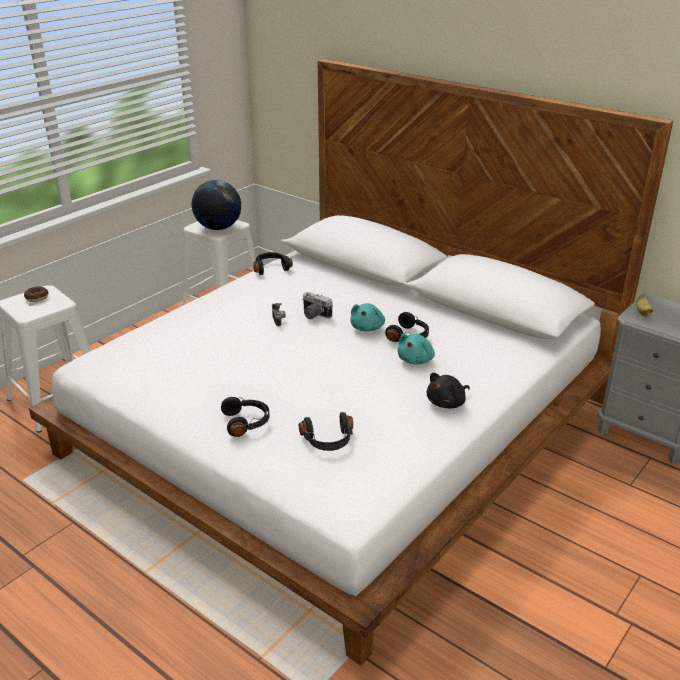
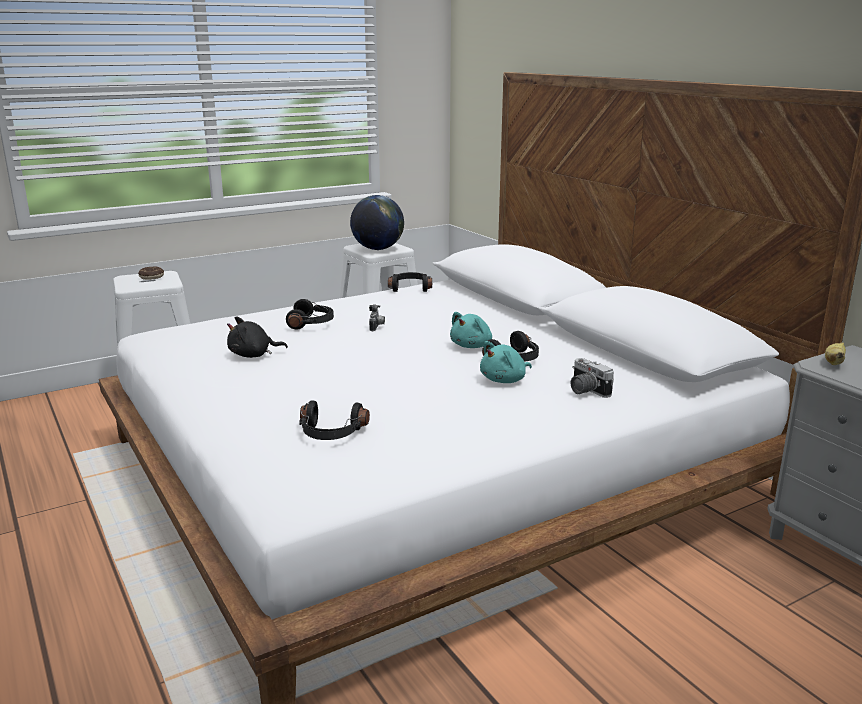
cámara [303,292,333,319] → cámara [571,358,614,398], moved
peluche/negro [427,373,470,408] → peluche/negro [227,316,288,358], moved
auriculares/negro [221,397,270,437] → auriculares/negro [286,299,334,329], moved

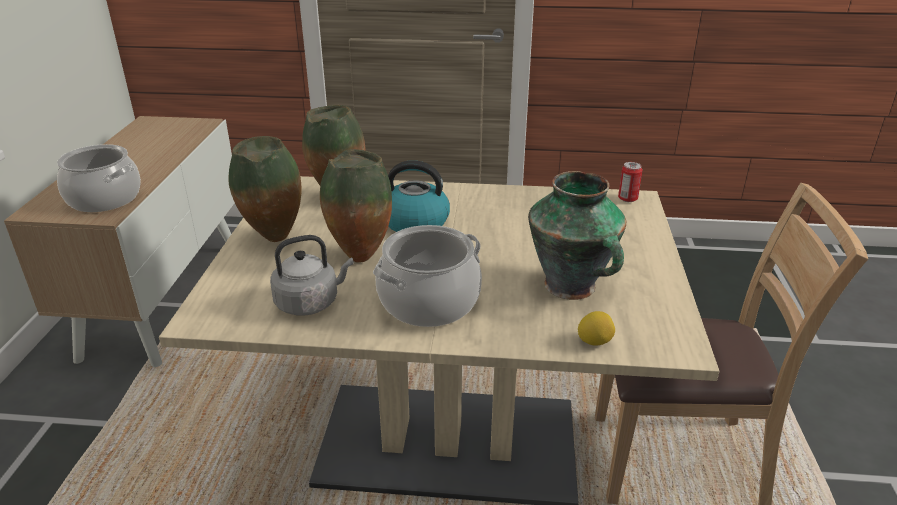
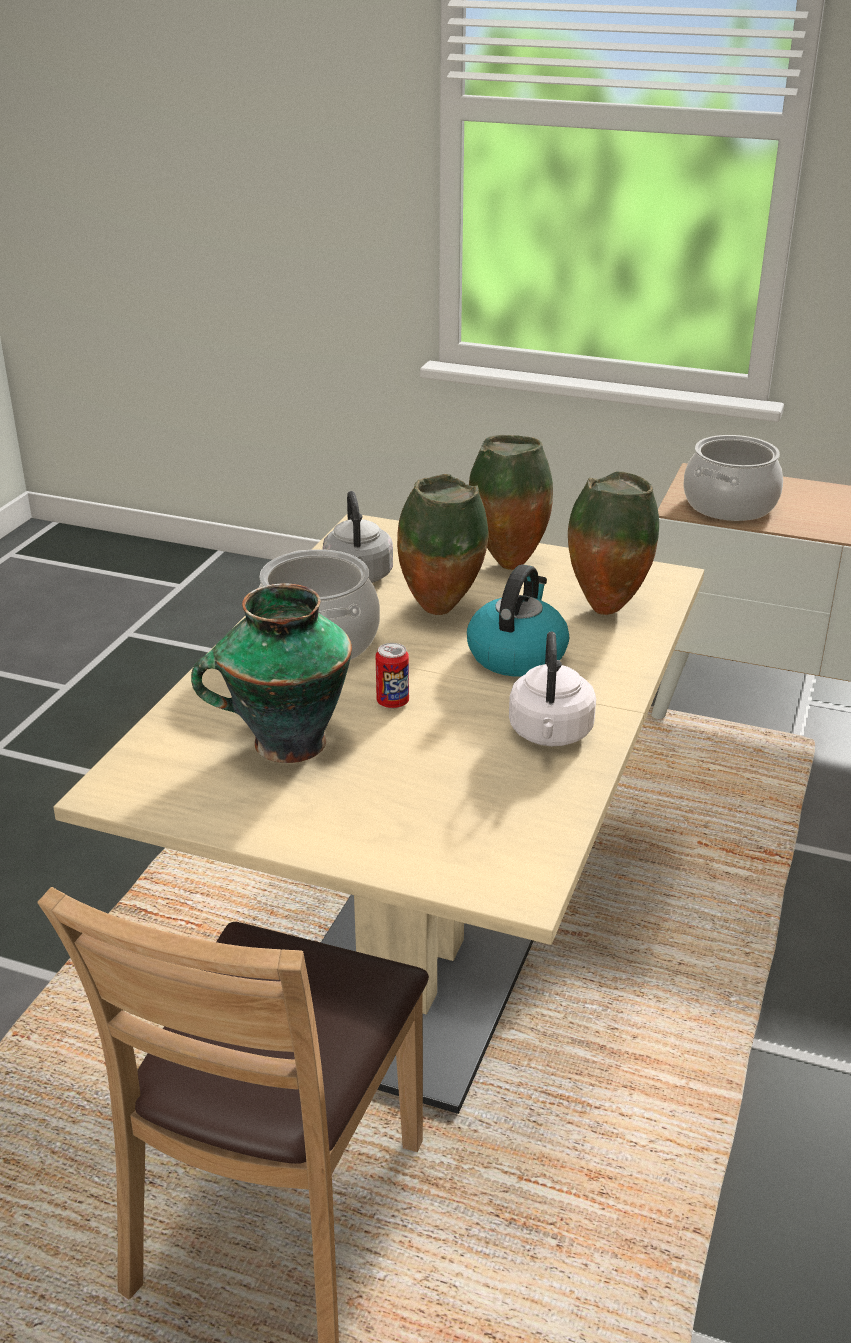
lata [618,162,643,202] → lata [376,643,409,708], moved
limón [578,311,615,345] → -
- → hervidor/blanco [509,631,596,746]

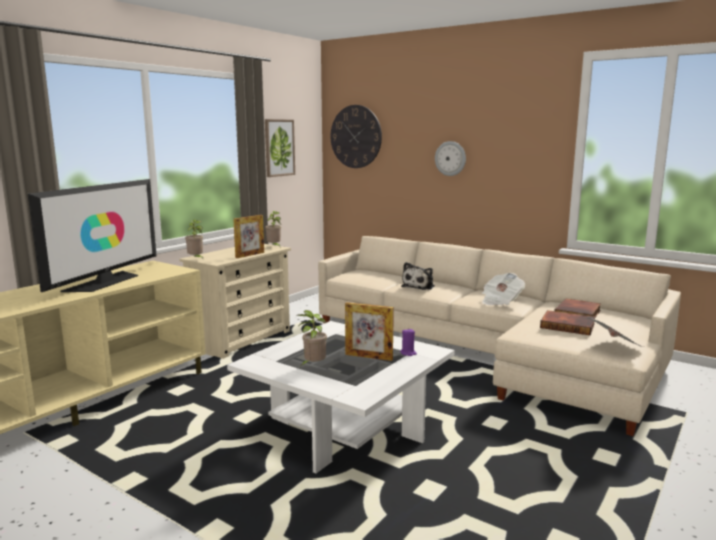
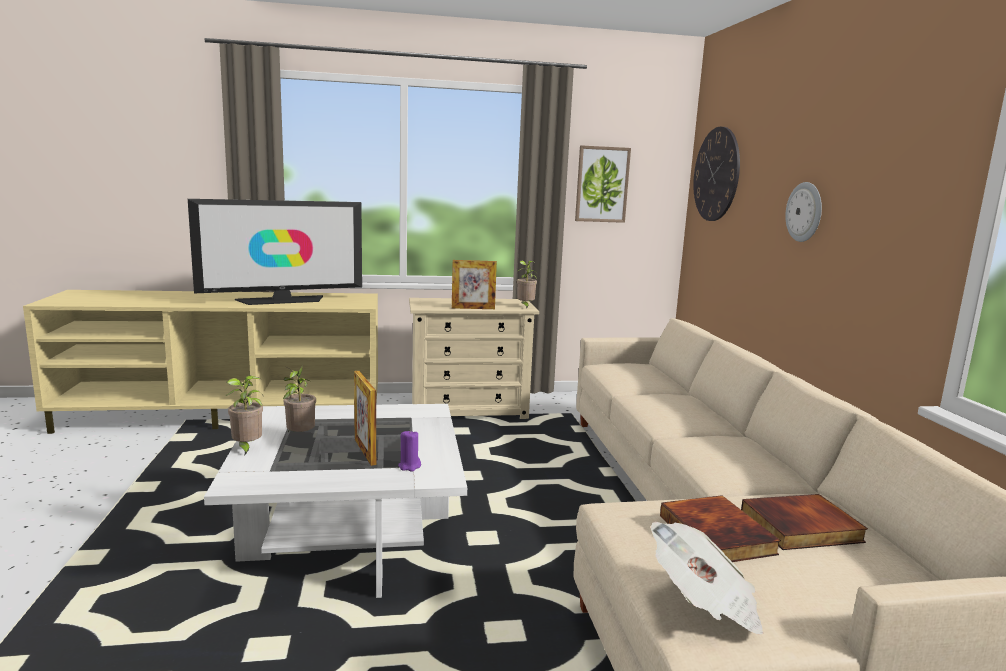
planta en maceta [185,220,204,260] → planta en maceta [226,375,263,456], moved
peluche [401,262,435,290] → -
periódico [482,273,525,305] → -

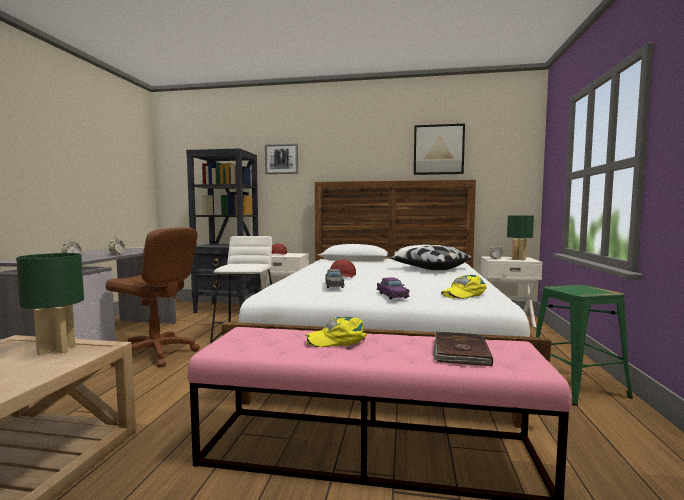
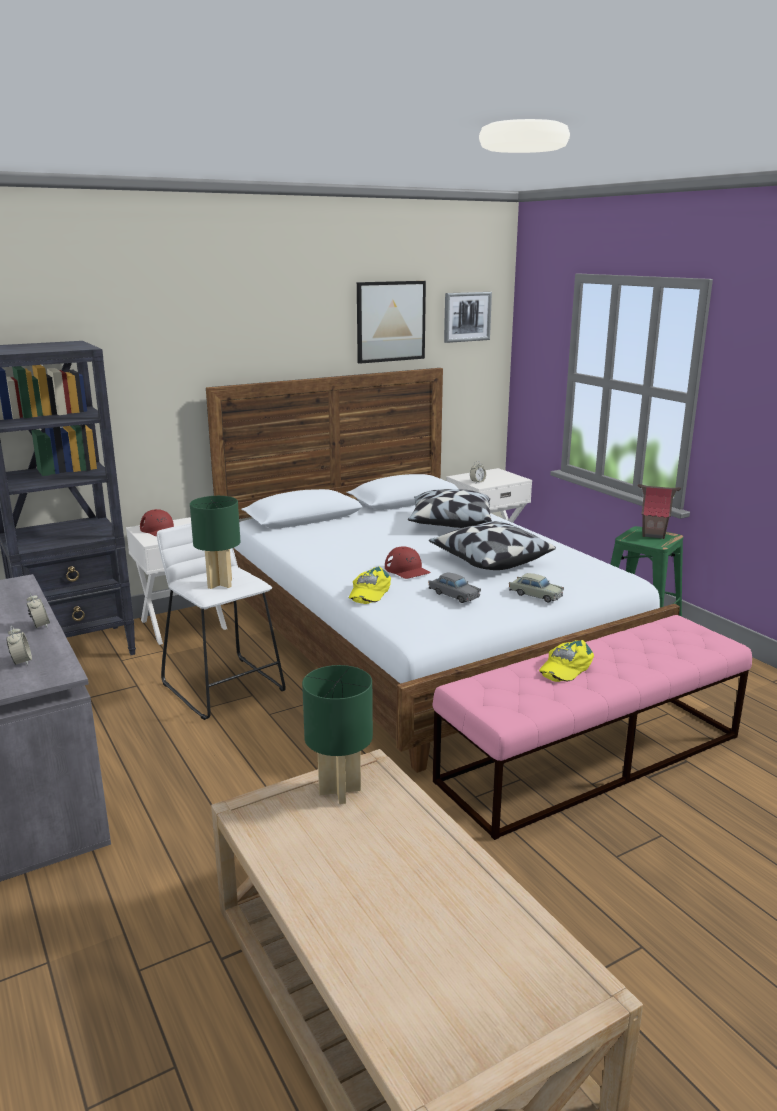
cuadro [265,143,298,174] → cuadro [444,292,492,343], moved
lámpara de mesa/verde [507,215,534,260] → lámpara de mesa/verde [190,496,241,589], moved
silla de oficina/marrón [106,227,200,367] → -
gorra/amarillo [441,275,487,299] → gorra/amarillo [349,567,391,604], moved
coche de juguete/morado [377,278,410,300] → coche de juguete/beis [509,573,564,602]
libro/marrón [433,332,493,366] → -
- → casita [638,484,681,539]
- → cojín [429,521,556,570]

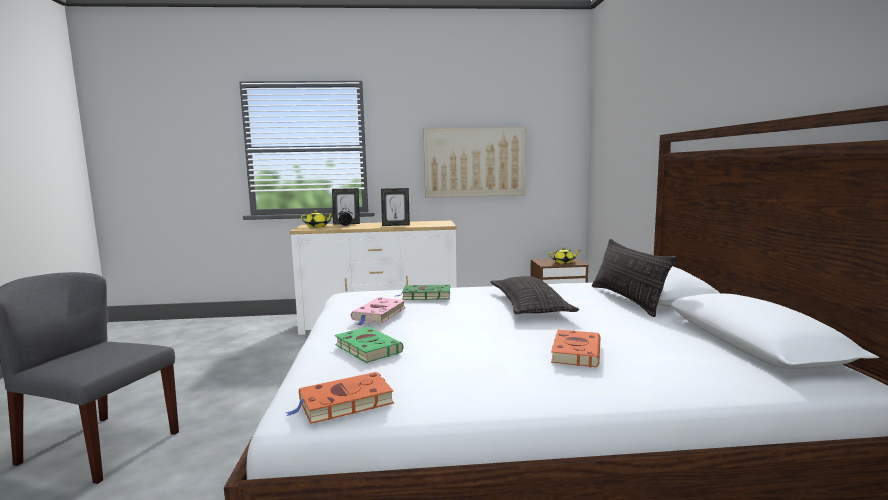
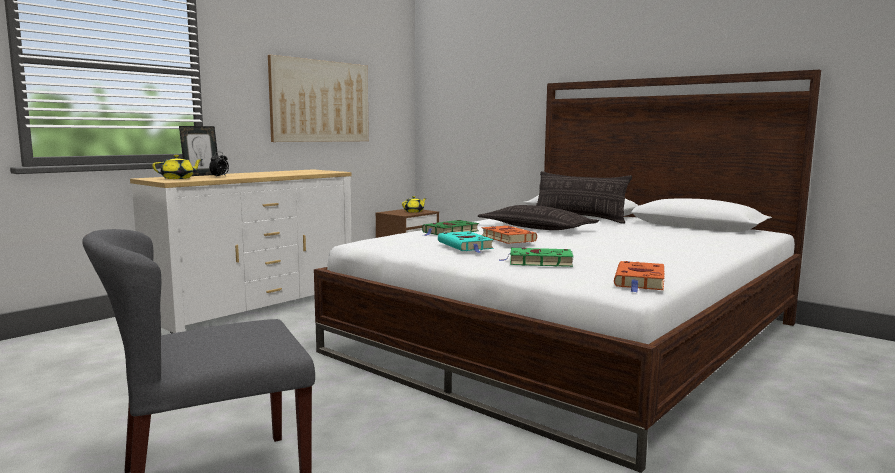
portarretratos [381,188,410,226] → -
libro/rosa [351,298,406,325] → libro/turquesa [438,231,494,253]
libro/naranja [551,330,600,367] → libro/naranja [482,225,537,244], moved

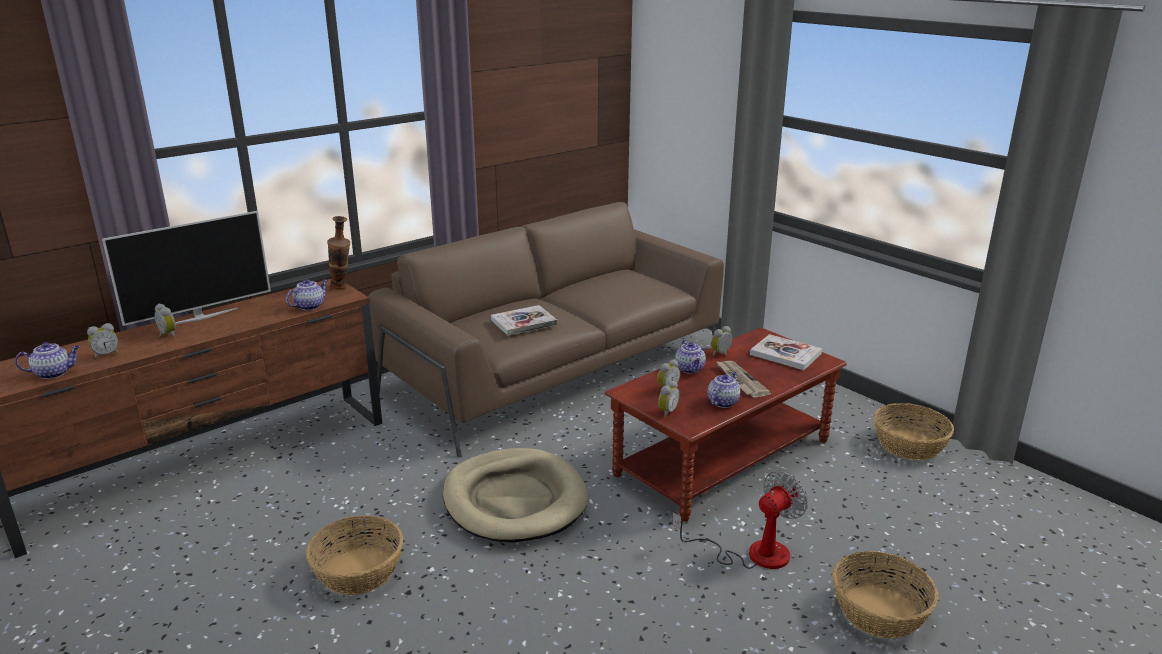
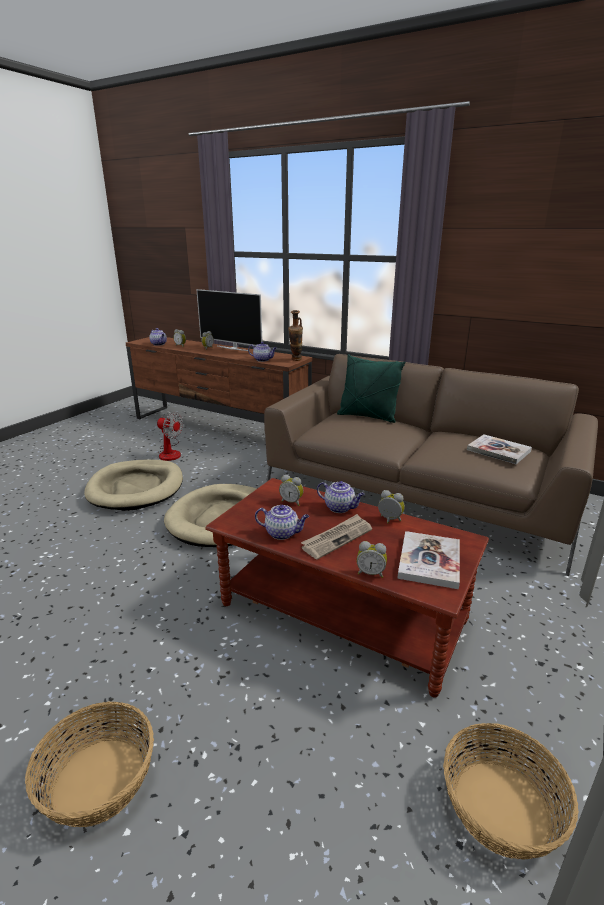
libro [491,305,557,336] → libro [467,434,532,464], moved
tetera [675,340,706,374] → tetera [317,481,365,513], 120 degrees counterclockwise
despertador [658,380,680,417] → despertador [357,541,387,578], moved
ventilador [672,471,808,569] → ventilador [157,412,183,461], moved
cesta [306,515,403,595] → cama para perro/beis [84,459,183,511]
- → cojín/verde [337,354,406,423]

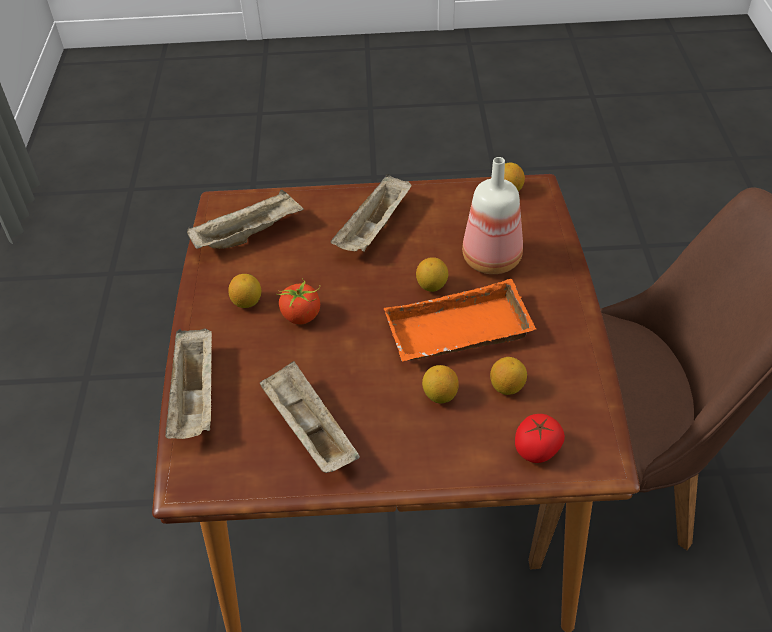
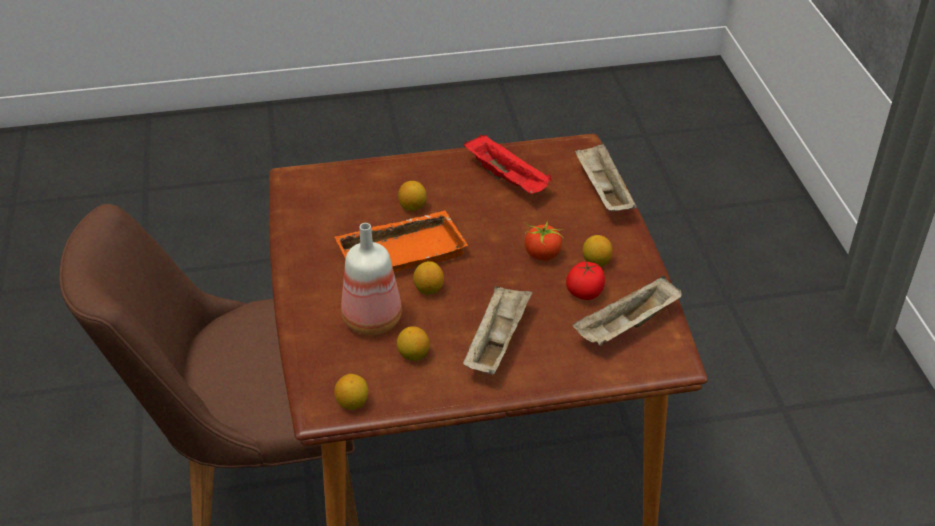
limón [490,357,527,395] → limón [397,326,430,361], moved
bandeja/beis [260,361,360,473] → bandeja/rojo [464,135,552,194]
tomate [515,414,565,463] → tomate [566,262,605,300], moved

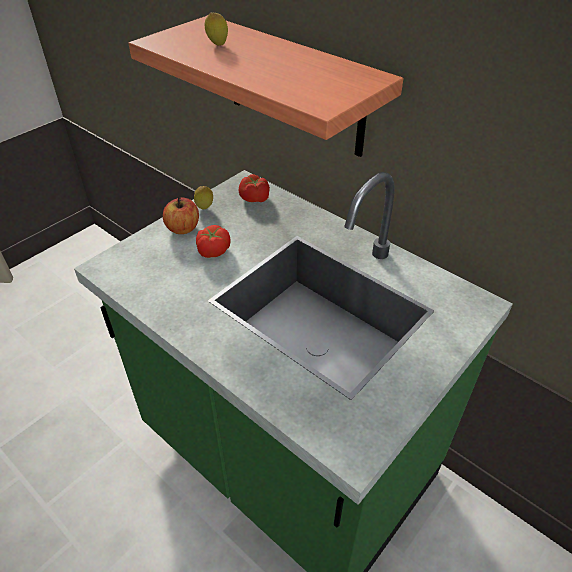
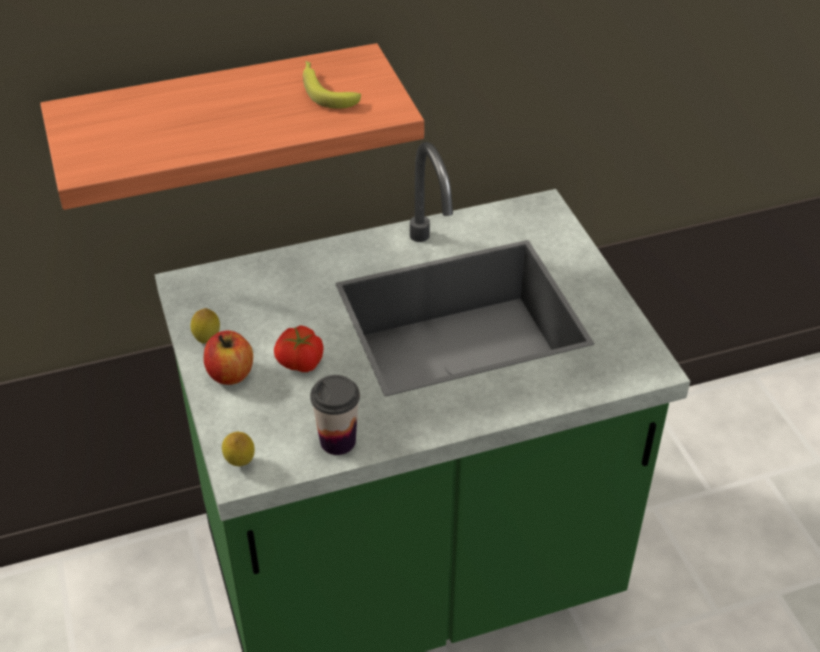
limón [205,13,228,46] → limón [222,432,255,466], moved
tomate [239,174,270,202] → -
- → plátano [303,61,361,109]
- → taza [310,375,360,455]

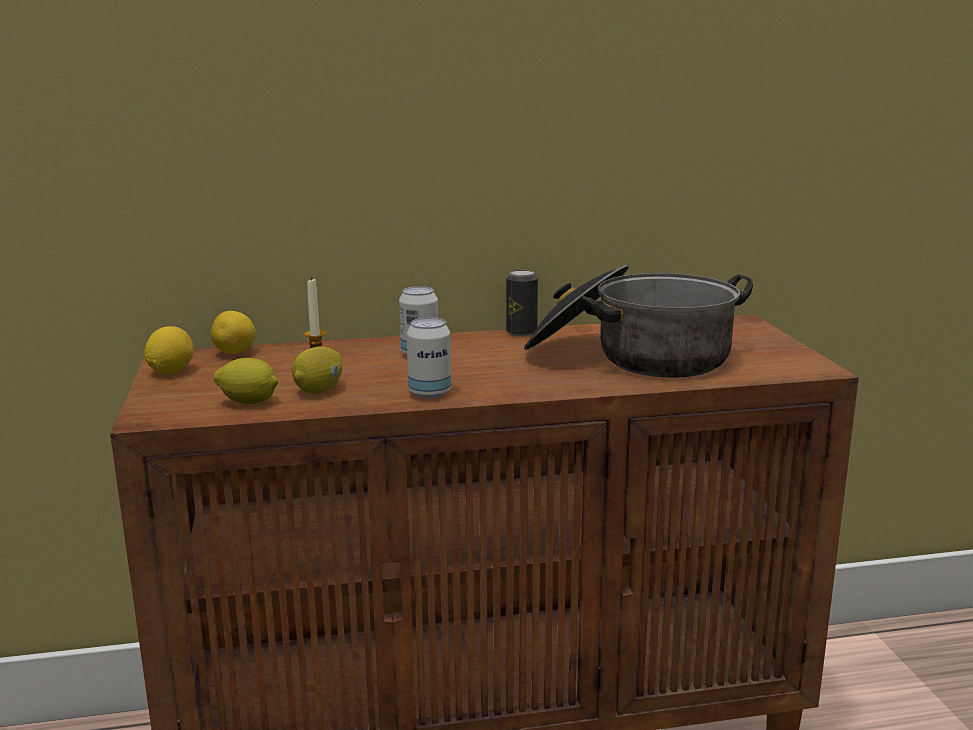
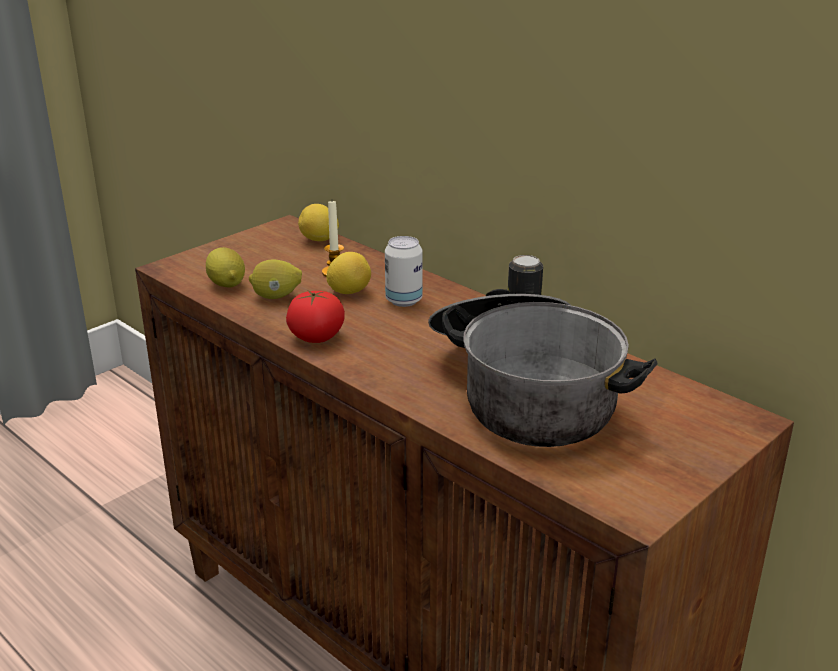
lata [407,317,451,399] → tomate [286,290,345,343]
limón [144,326,194,374] → limón [326,252,371,294], moved

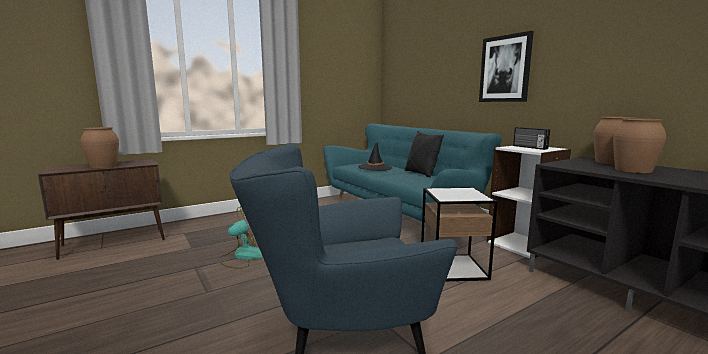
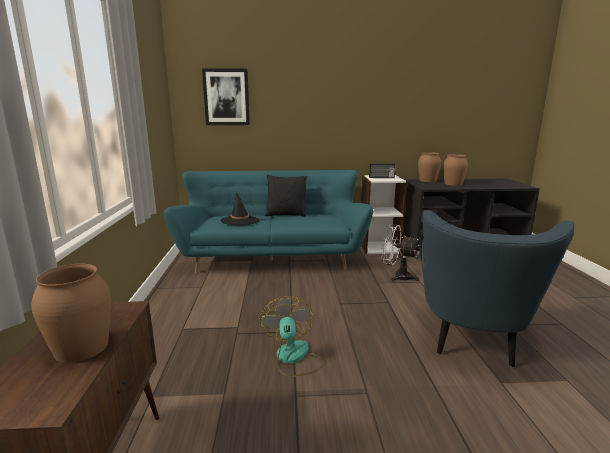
cuadro [479,31,534,102] → cuadro [202,68,250,125], moved
mesa auxiliar [421,187,498,282] → ventilador/blanco [381,224,421,282]

